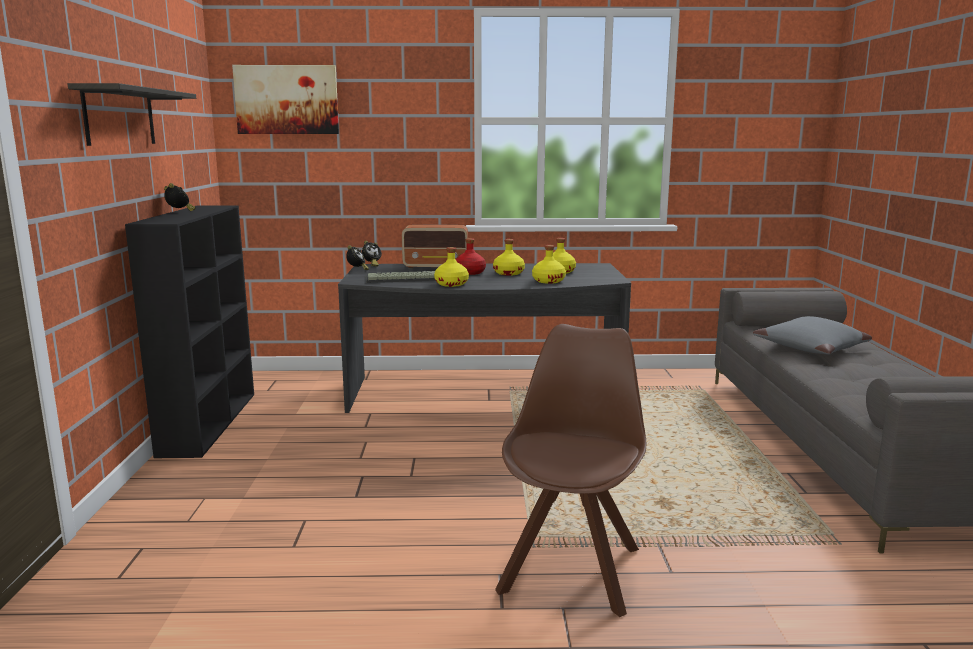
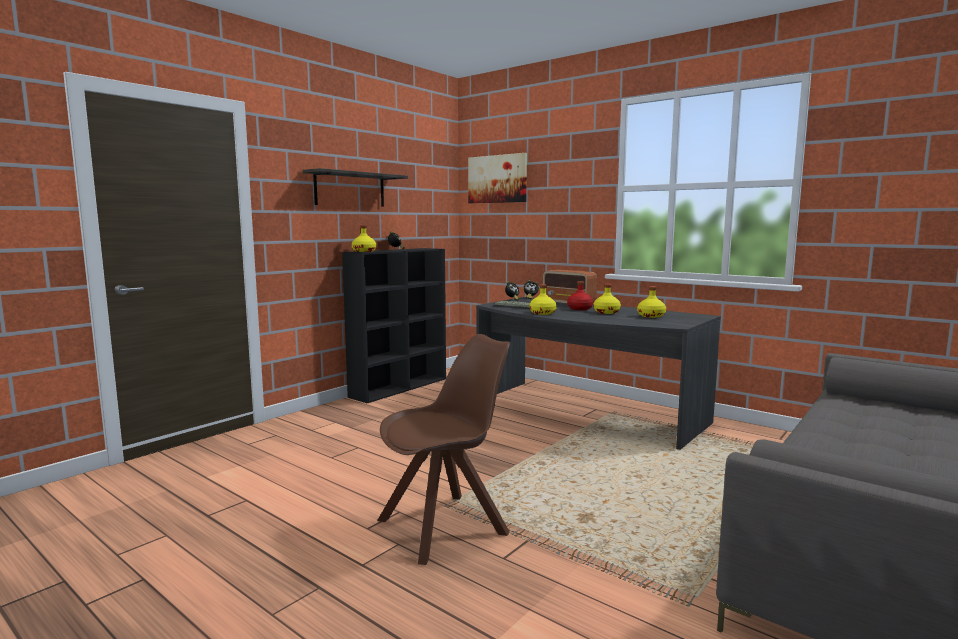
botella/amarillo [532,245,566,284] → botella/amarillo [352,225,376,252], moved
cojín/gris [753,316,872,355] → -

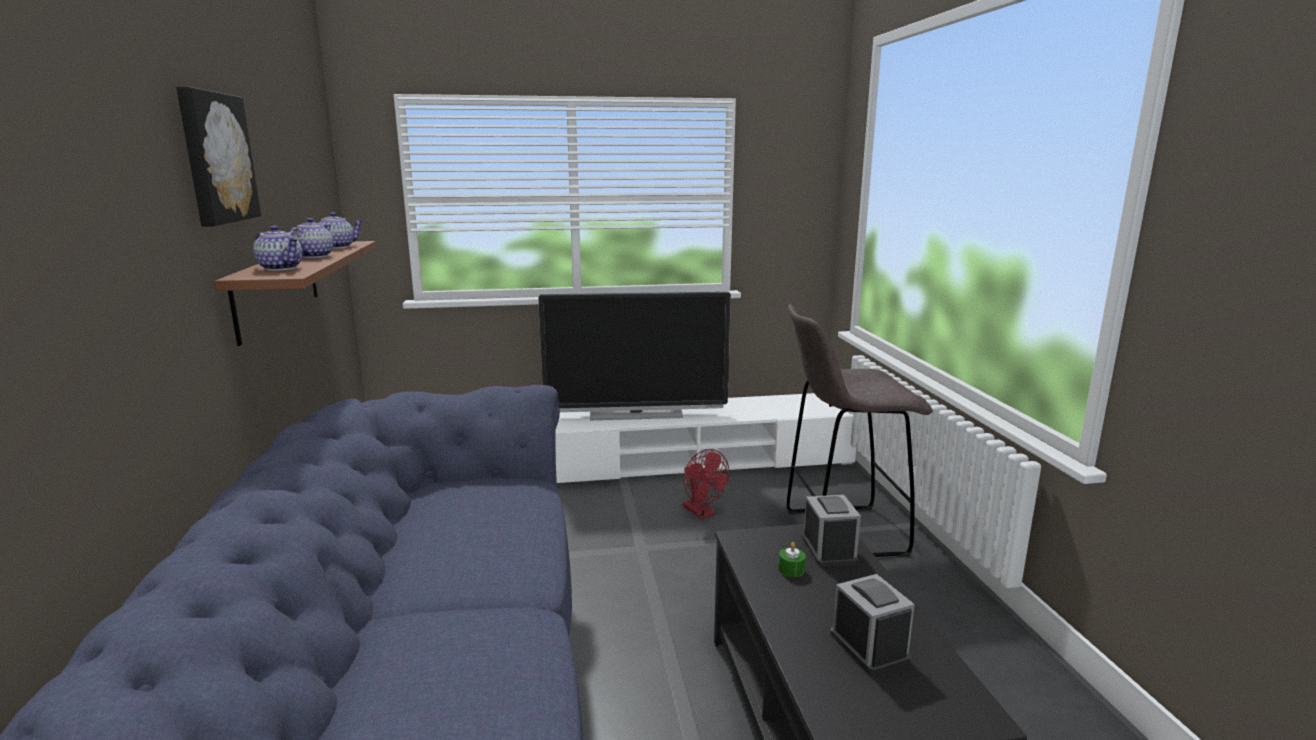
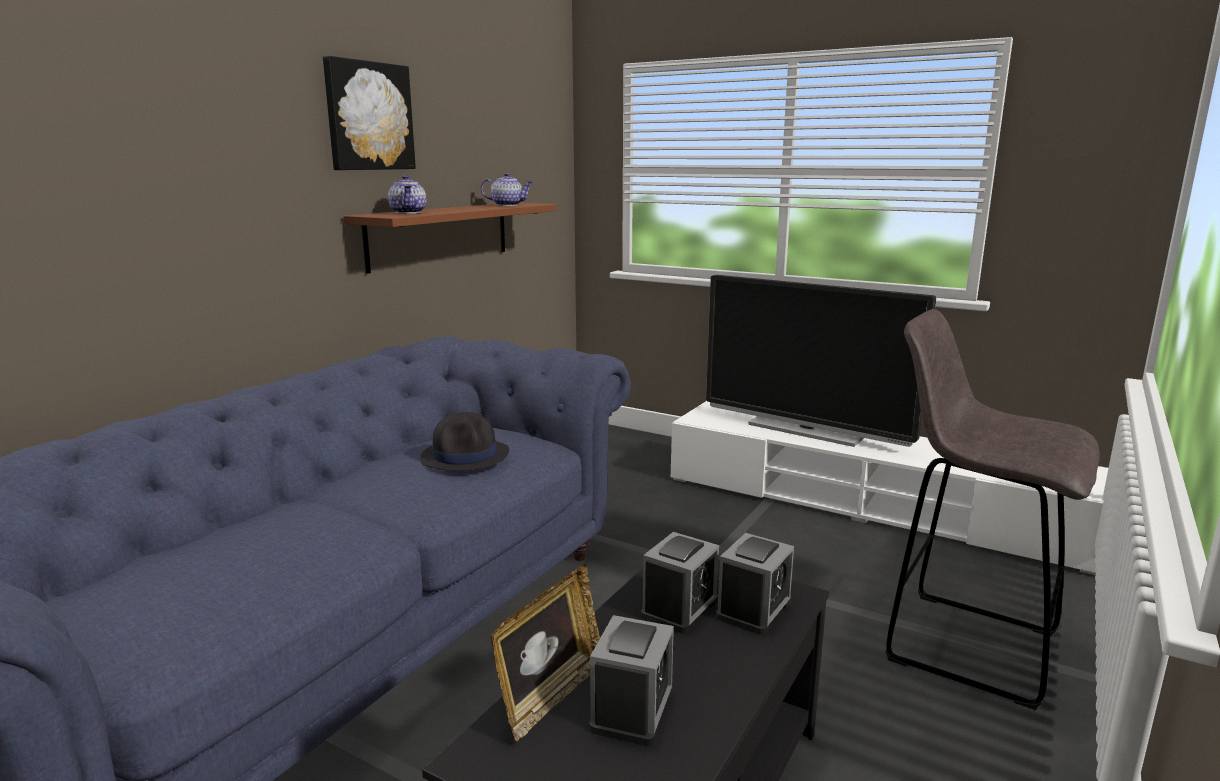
tetera [290,218,333,258] → -
ventilador/rojo [683,449,729,519] → -
vela/verde [778,542,806,577] → despertador [641,532,719,633]
- → sombrero/negro [420,412,509,471]
- → portarretratos [490,565,600,741]

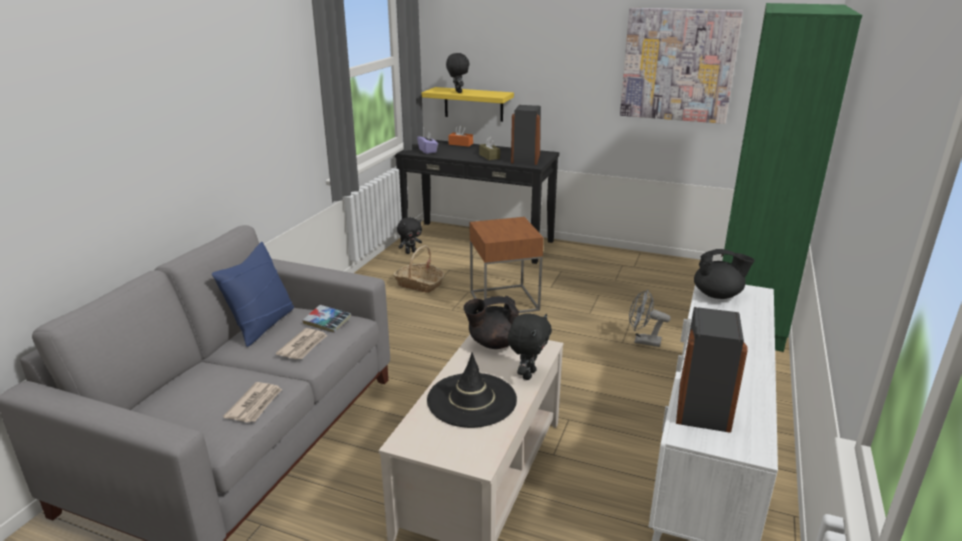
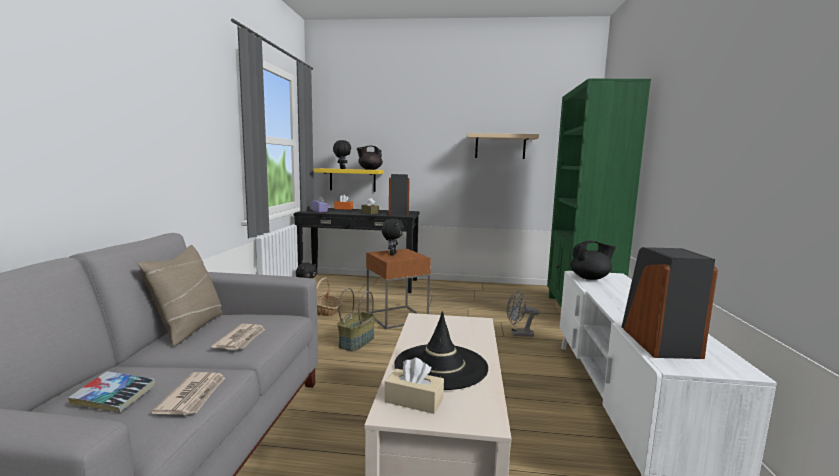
cuadro [620,8,743,124] → estante/beis [467,133,539,159]
cojín/azul [212,242,294,347] → cojín/beis [138,245,222,346]
tetera/negro [463,296,519,349] → tetera/negro [357,146,383,170], moved
libro [302,305,351,333] → libro [68,371,156,412], moved
peluche/negro [508,313,552,380] → peluche/negro [382,219,404,255], moved
- → cesta [337,288,375,351]
- → caja de pañuelos/beis [385,358,444,414]

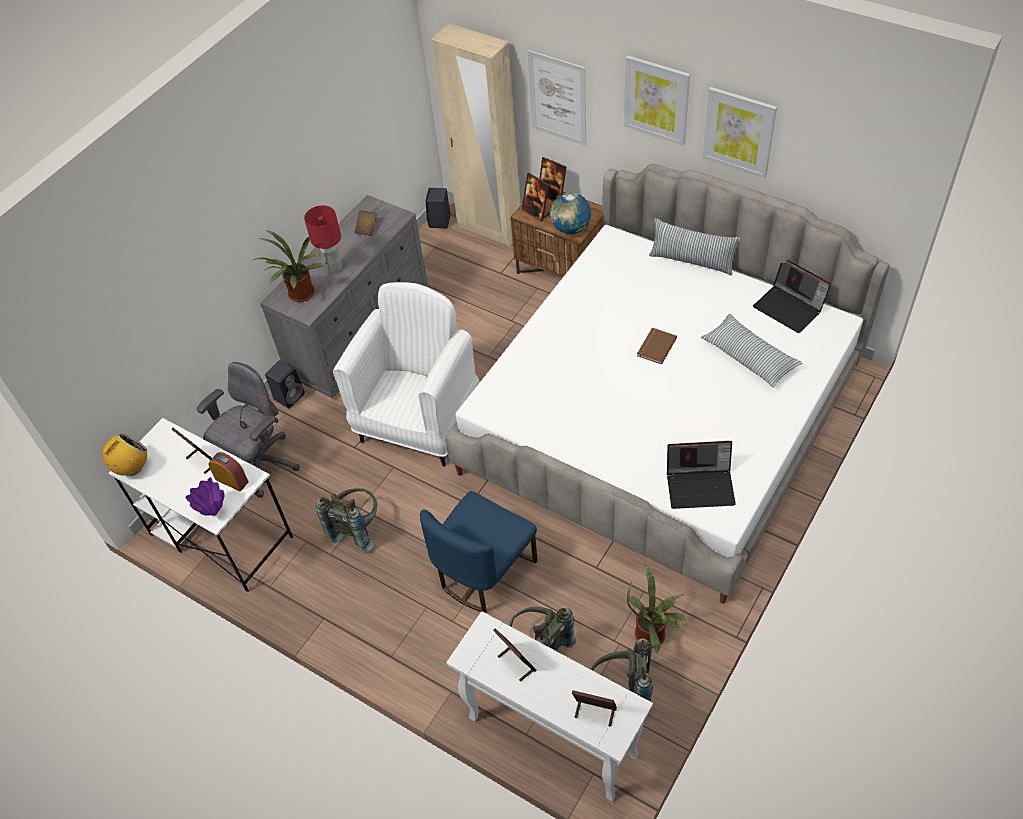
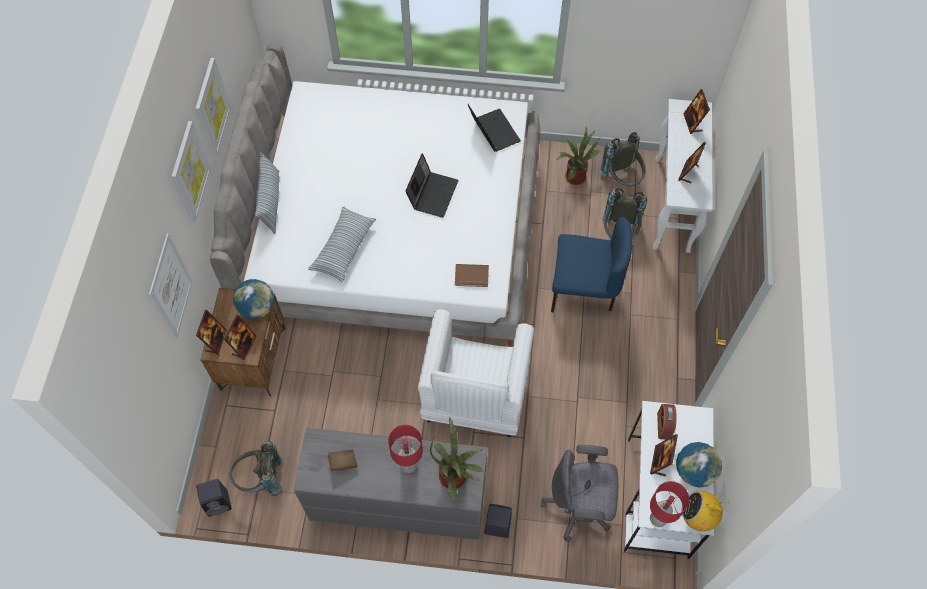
armario ropero/beis [432,23,521,247] → -
portátil [753,260,831,333] → portátil [405,153,459,218], moved
sillón/blanco [333,282,479,466] → sillón/blanco [418,309,534,437], 75 degrees counterclockwise
cojín [701,314,802,388] → cojín [308,206,376,282], moved
libro/marrón [637,328,677,365] → libro/marrón [455,264,489,287], moved
florero/morado [185,477,224,516] → -
mochila/gris [315,488,377,553] → mochila/gris [229,441,282,496], moved
- → globo terráqueo [676,442,722,488]
- → lámpara de mesa/rojo [650,481,689,527]

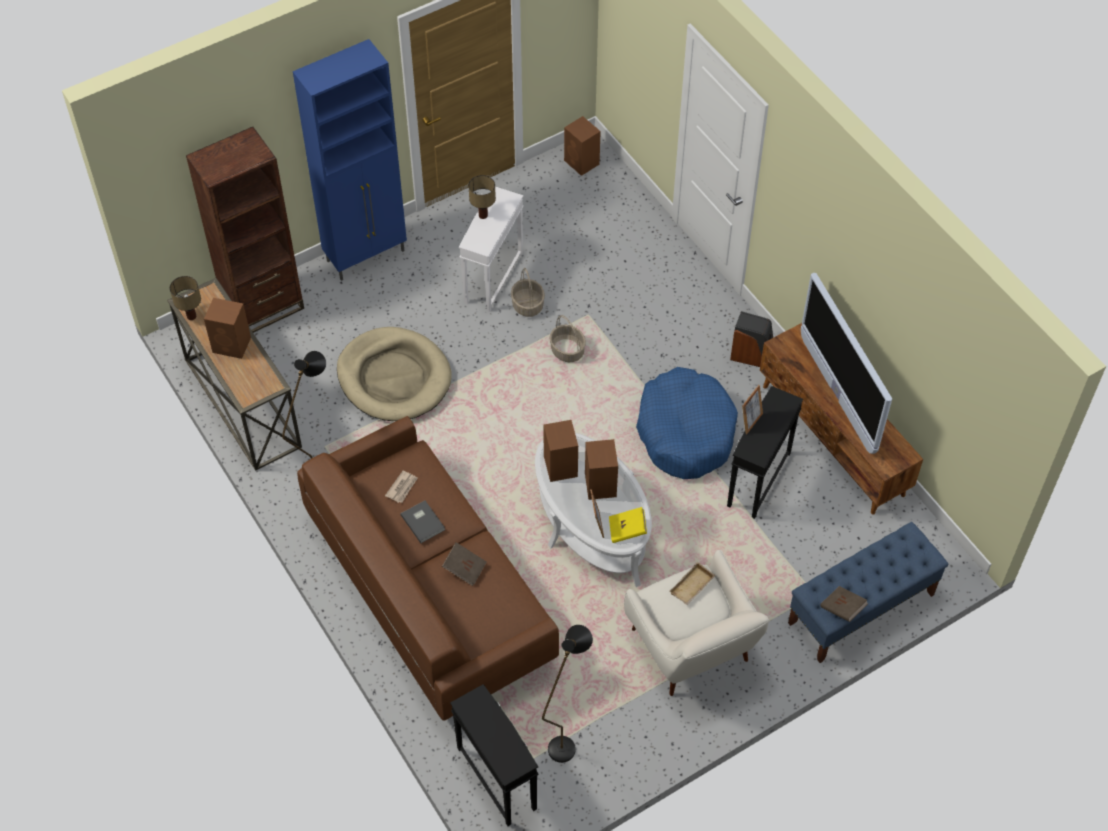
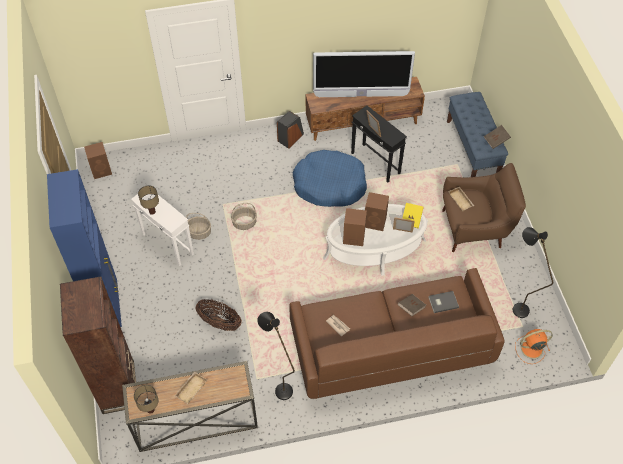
altavoz/marrón [204,298,251,359] → bandeja/beis [174,372,207,404]
cama para perro/beis [337,327,451,421] → cesta [195,299,242,331]
libro/gris [400,501,445,543] → libro/gris [428,291,459,313], moved
sillón/blanco [624,550,769,696] → sillón/marrón [442,163,526,252]
mesa auxiliar/negro [450,684,539,826] → ventilador/naranja [515,329,553,364]

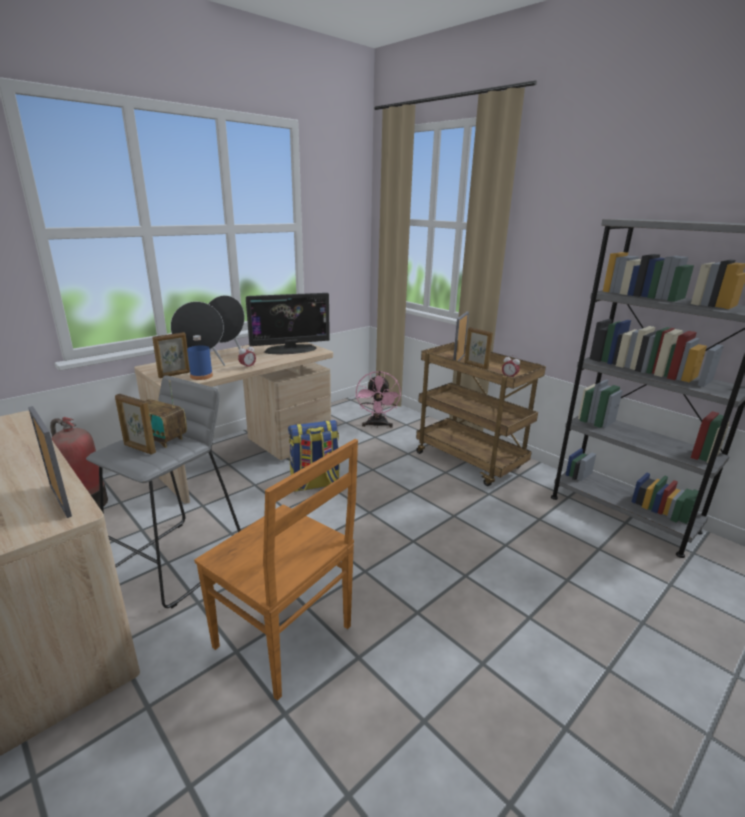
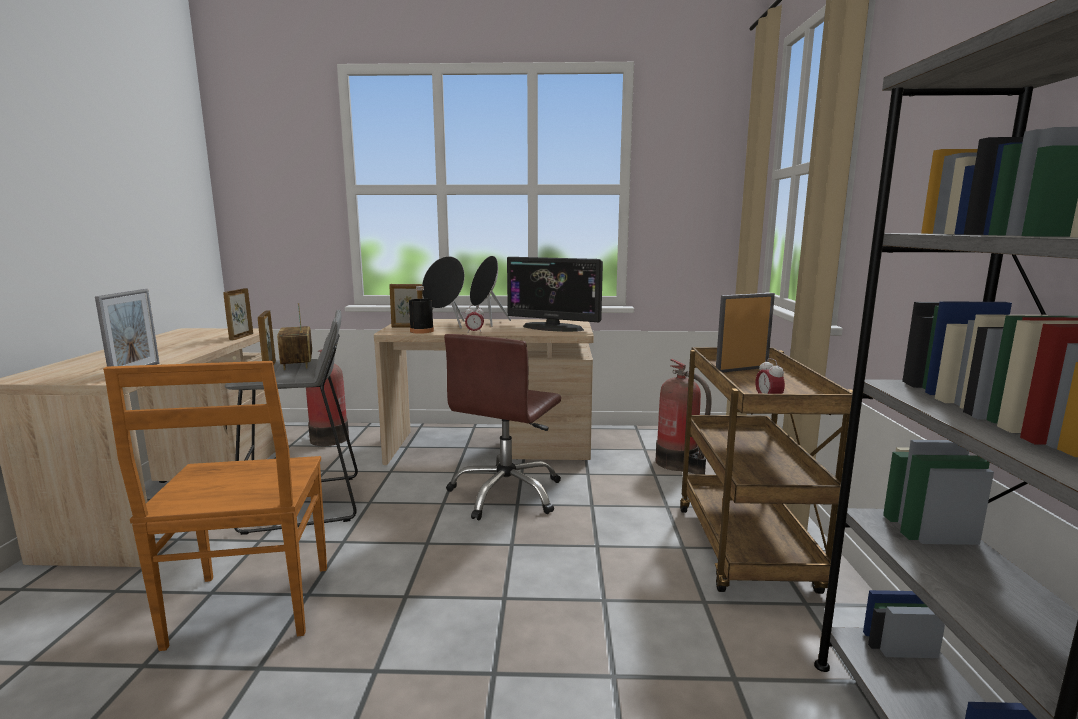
portarretratos [465,327,493,370] → portarretratos [223,288,253,340], moved
botella/azul [187,335,213,380] → botella/negro [409,286,434,334]
ventilador/rosa [356,371,401,428] → extintor [656,359,712,475]
mochila [288,420,339,492] → silla de oficina/marrón [444,334,561,520]

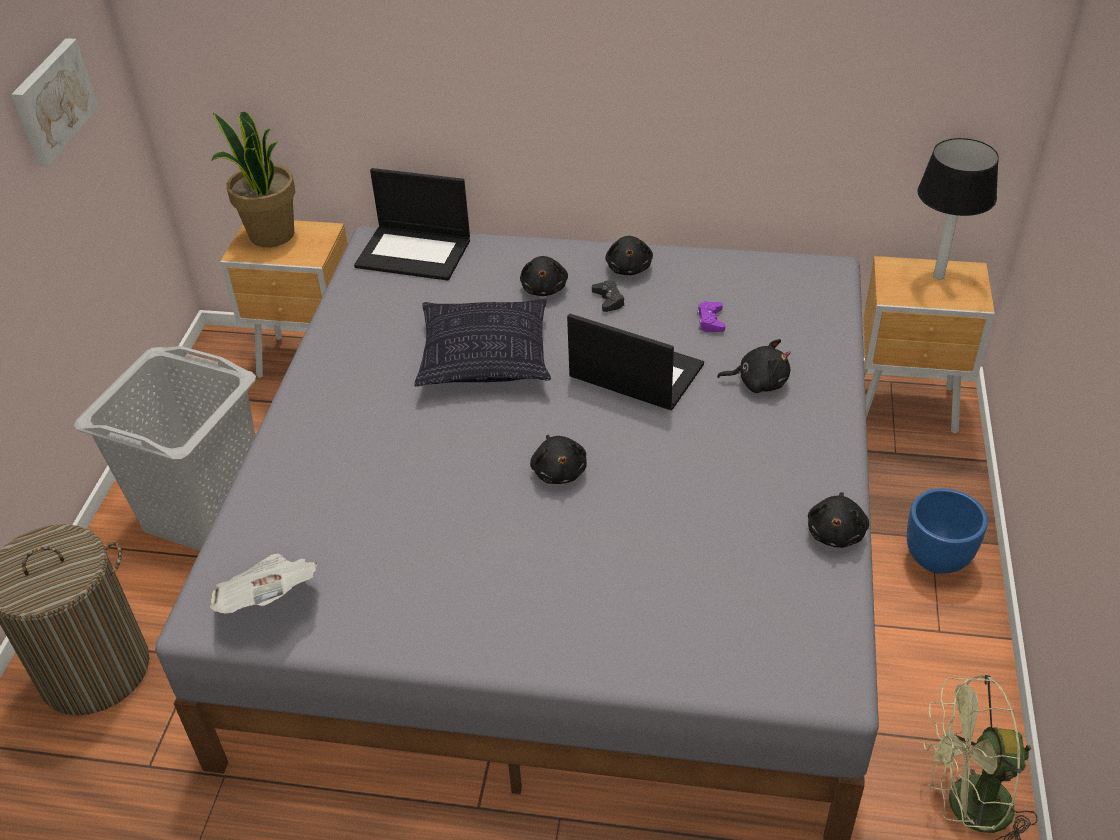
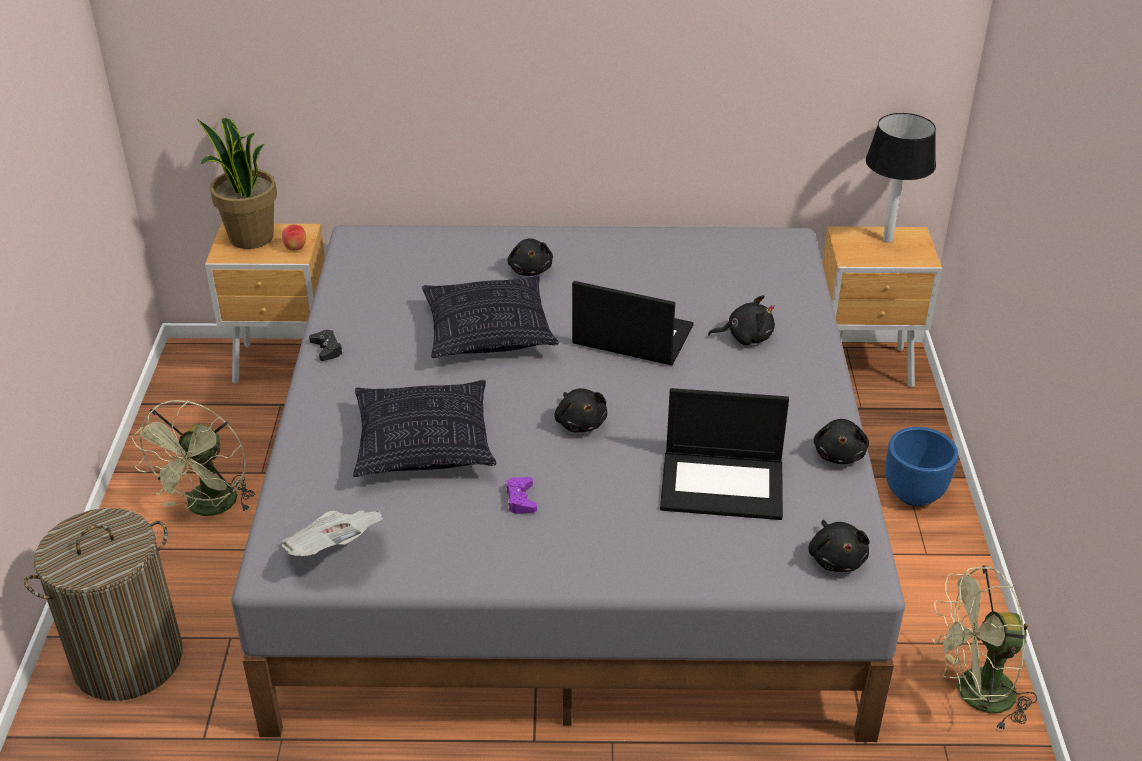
cuadro [11,38,99,166] → -
portátil [354,168,470,281] → portátil [660,388,789,520], moved
peluche/negro [605,236,653,275] → peluche/negro [808,520,870,572], moved
mando de consola/negro [592,280,625,312] → mando de consola/negro [309,330,343,361], moved
mando de consola/morado [697,301,725,332] → mando de consola/morado [505,477,537,514], moved
cesto de la ropa/gris [74,346,256,550] → ventilador/verde [131,400,255,516]
- → manzana [282,224,306,251]
- → cojín [353,380,496,477]

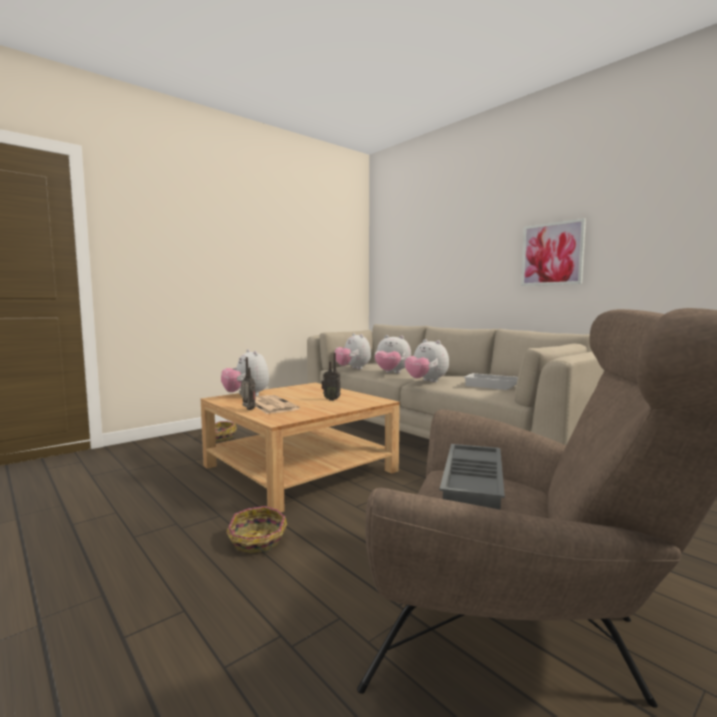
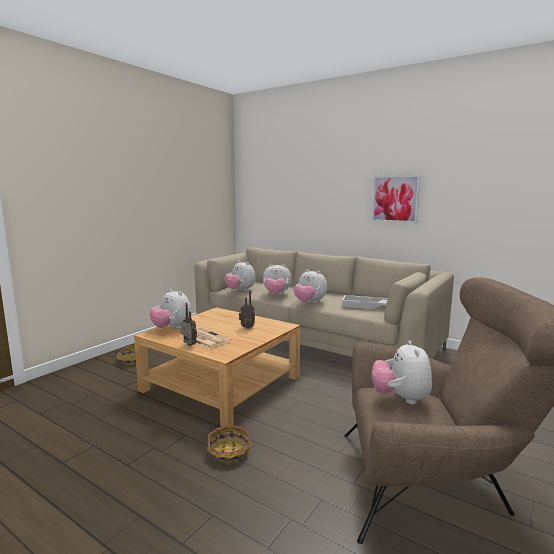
bandeja/gris [439,444,505,510] → peluche [371,340,432,404]

